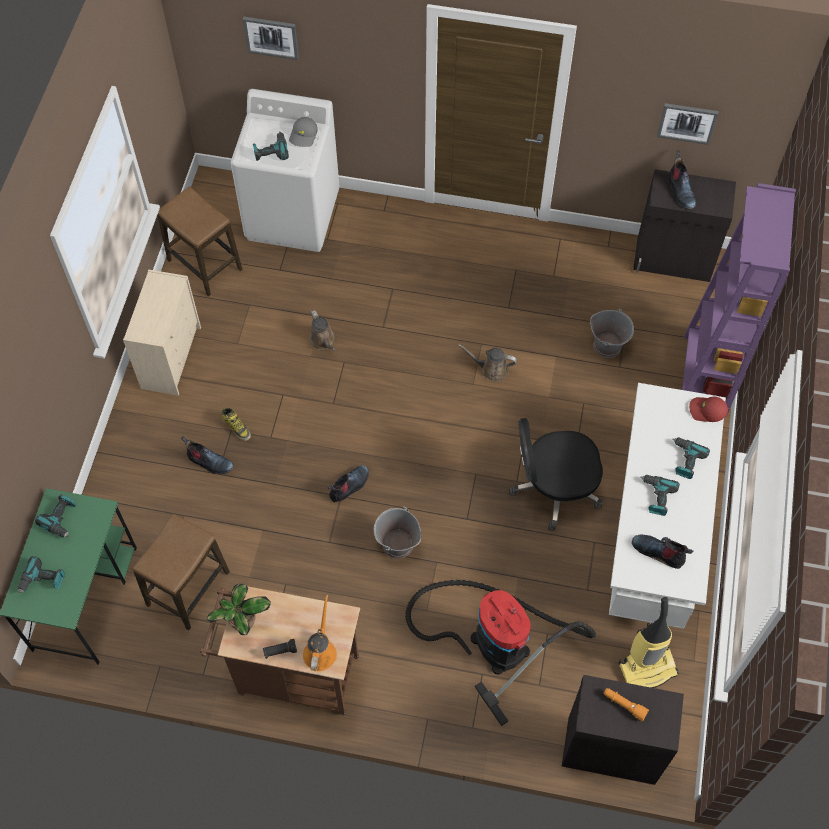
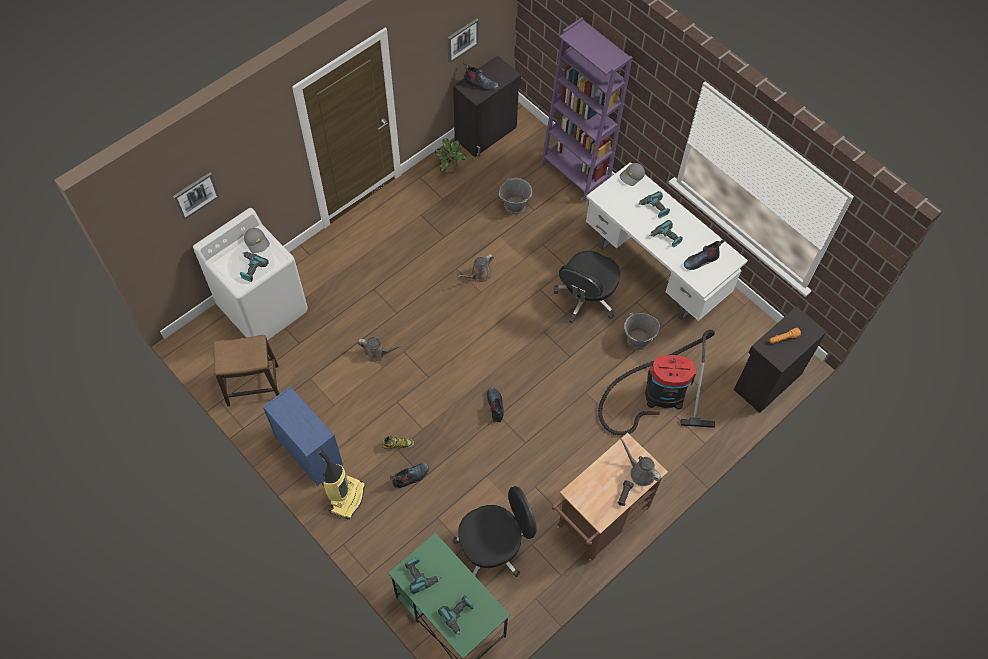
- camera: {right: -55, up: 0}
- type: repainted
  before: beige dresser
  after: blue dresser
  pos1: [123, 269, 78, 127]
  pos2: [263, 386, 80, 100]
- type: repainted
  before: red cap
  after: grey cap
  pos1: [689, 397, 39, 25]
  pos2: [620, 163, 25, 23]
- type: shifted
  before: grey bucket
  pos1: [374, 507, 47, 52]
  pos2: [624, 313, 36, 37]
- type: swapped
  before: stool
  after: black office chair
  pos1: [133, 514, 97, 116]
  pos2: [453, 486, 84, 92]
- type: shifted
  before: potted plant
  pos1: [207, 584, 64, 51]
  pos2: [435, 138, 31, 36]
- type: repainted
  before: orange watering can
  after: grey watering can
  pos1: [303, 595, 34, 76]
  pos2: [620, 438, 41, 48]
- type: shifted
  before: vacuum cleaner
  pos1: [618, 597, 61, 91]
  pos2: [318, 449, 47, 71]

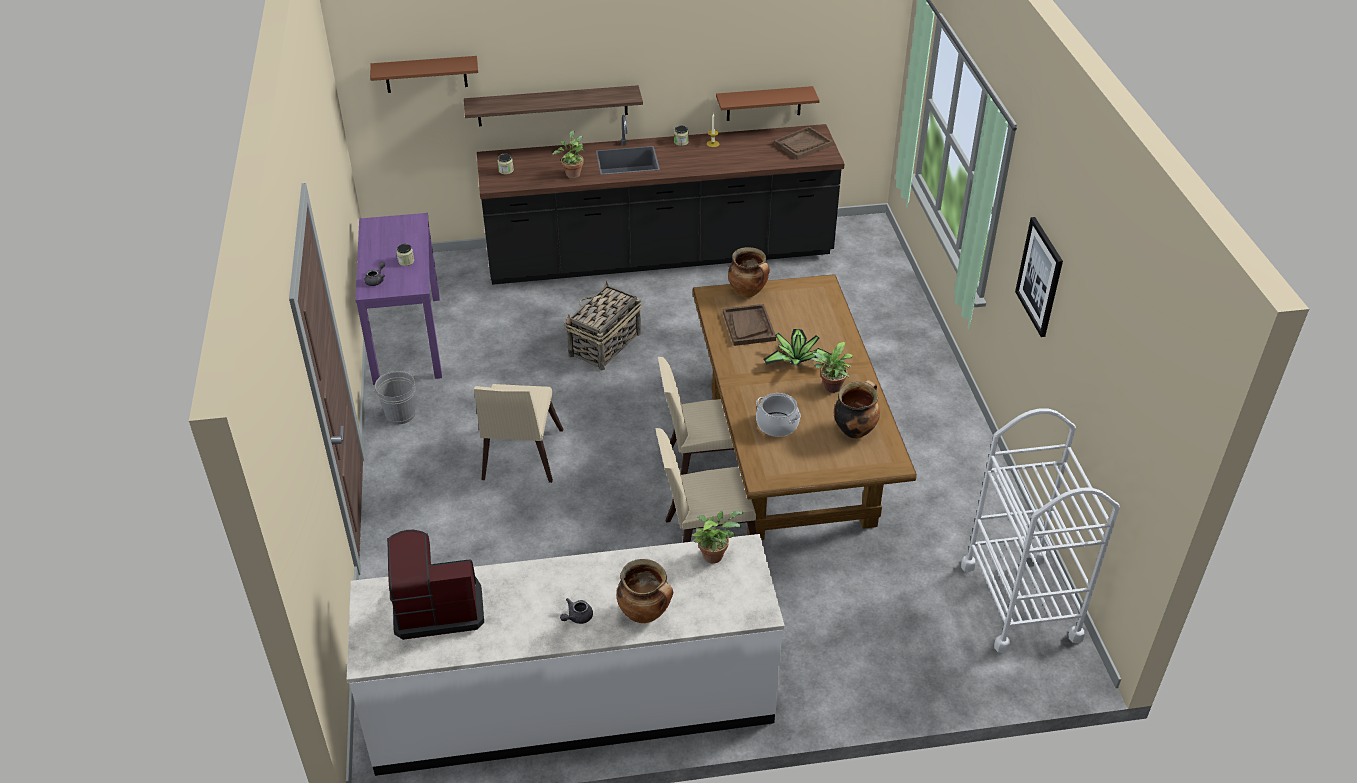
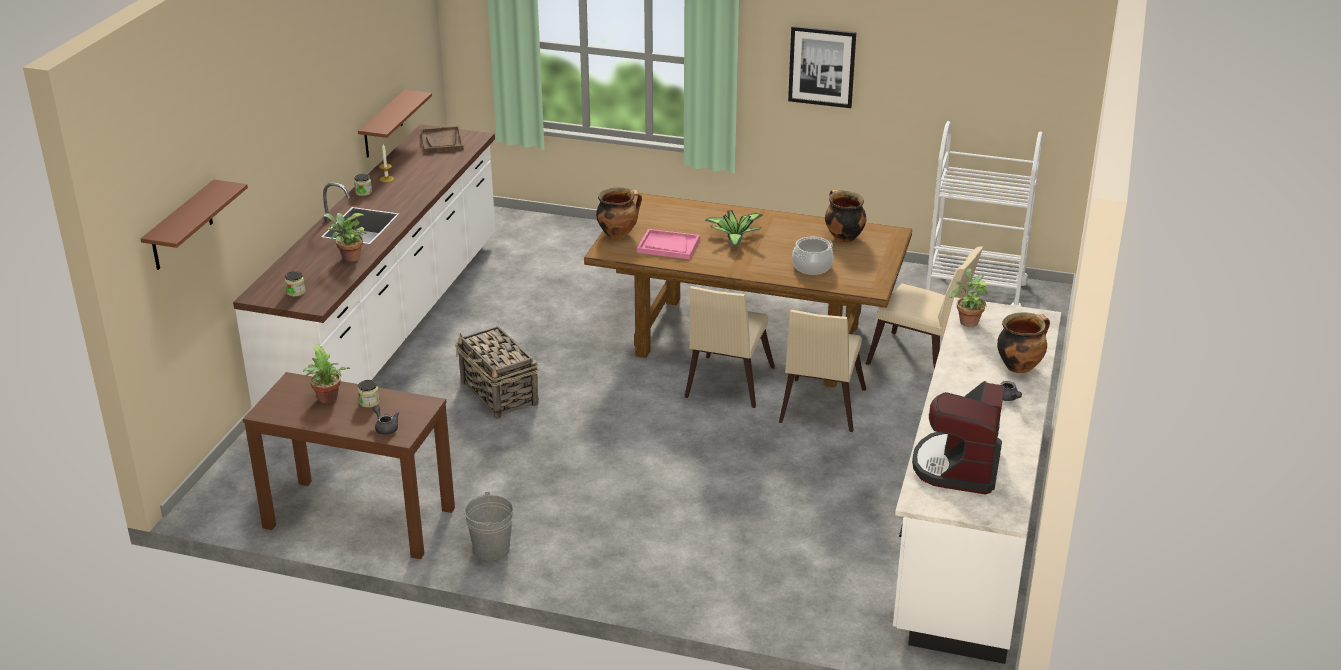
- camera: {right: -65, up: -10}
- type: gone
  before: shelf
  pos1: [464, 85, 179, 41]
- type: repainted
  before: black counter
  after: white counter
  pos1: [477, 115, 367, 170]
  pos2: [233, 124, 262, 284]
- type: repainted
  before: purple console table
  after: brown console table
  pos1: [355, 213, 87, 172]
  pos2: [243, 372, 212, 187]
- type: repainted
  before: brown tray
  after: pink tray
  pos1: [723, 304, 53, 42]
  pos2: [637, 229, 63, 30]
- type: shifted
  before: potted plant
  pos1: [810, 342, 43, 51]
  pos2: [303, 344, 47, 59]
- type: shifted
  before: beige chair
  pos1: [474, 384, 89, 99]
  pos2: [866, 246, 117, 123]

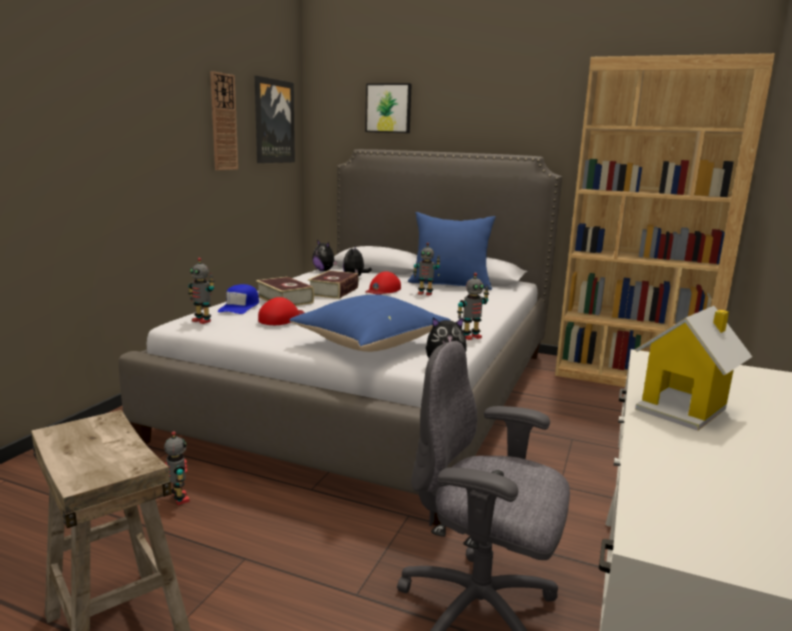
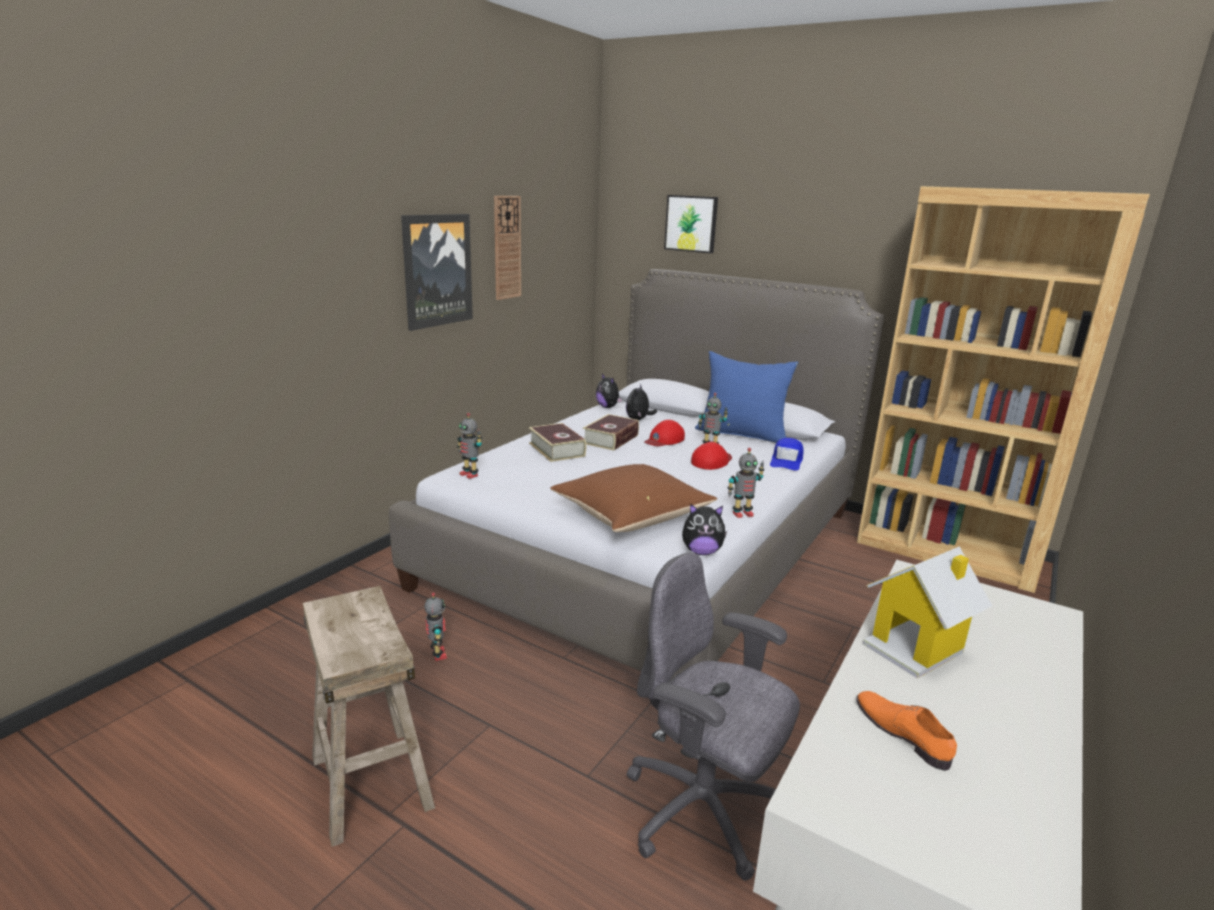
- camera: {right: 10, up: 5}
- type: shifted
  before: picture
  pos1: [255, 76, 40, 87]
  pos2: [401, 214, 72, 117]
- type: shifted
  before: blue cap
  pos1: [218, 284, 41, 30]
  pos2: [770, 438, 34, 33]
- type: repainted
  before: blue pillow
  after: brown pillow
  pos1: [289, 294, 162, 58]
  pos2: [550, 464, 167, 68]
- type: shifted
  before: red cap
  pos1: [258, 297, 47, 28]
  pos2: [691, 442, 41, 28]
- type: new
  after: orange shoe
  pos2: [856, 691, 101, 80]

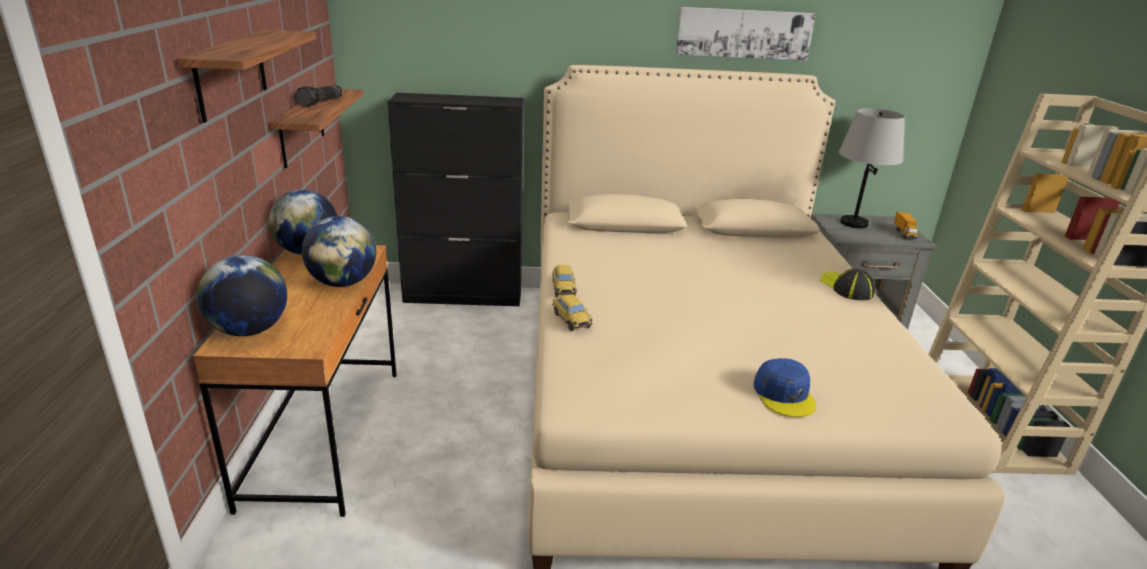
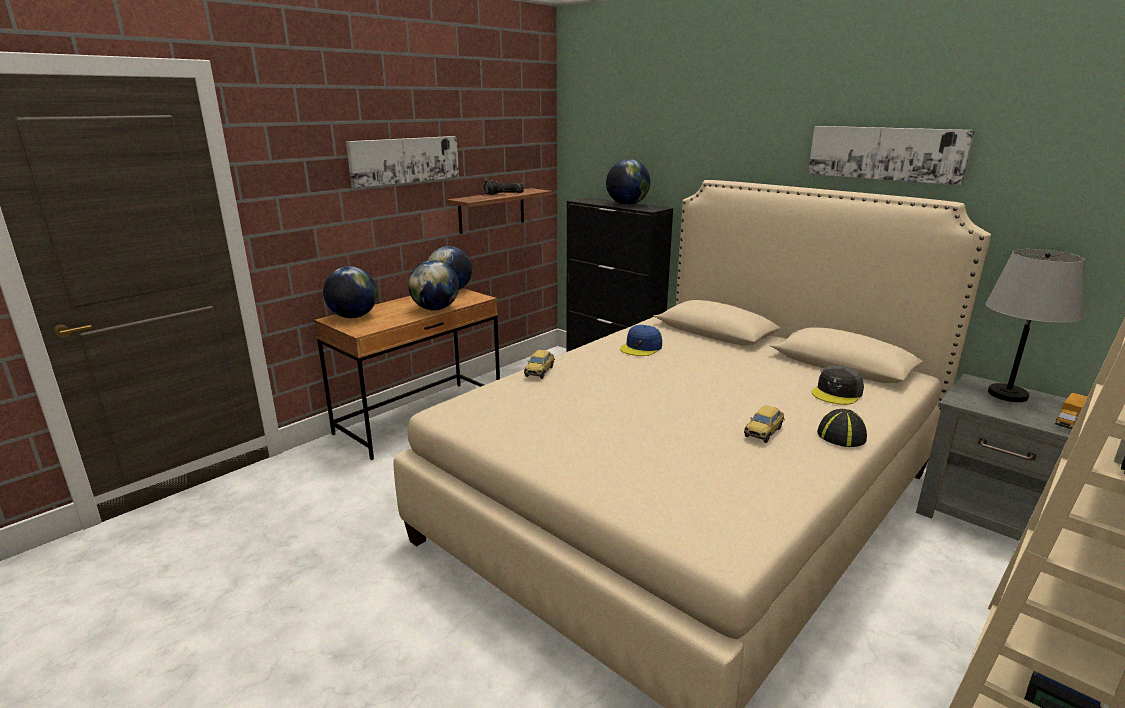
- camera: {right: 45, up: -5}
- type: swapped
  before: shelf
  after: picture
  pos1: [177, 29, 139, 94]
  pos2: [346, 136, 113, 52]
- type: shifted
  before: toy car
  pos1: [552, 265, 25, 32]
  pos2: [744, 405, 41, 38]
- type: shifted
  before: blue cap
  pos1: [754, 358, 63, 59]
  pos2: [620, 325, 42, 31]
- type: new
  after: globe
  pos2: [606, 159, 44, 46]
- type: new
  after: grey cap
  pos2: [812, 365, 52, 40]

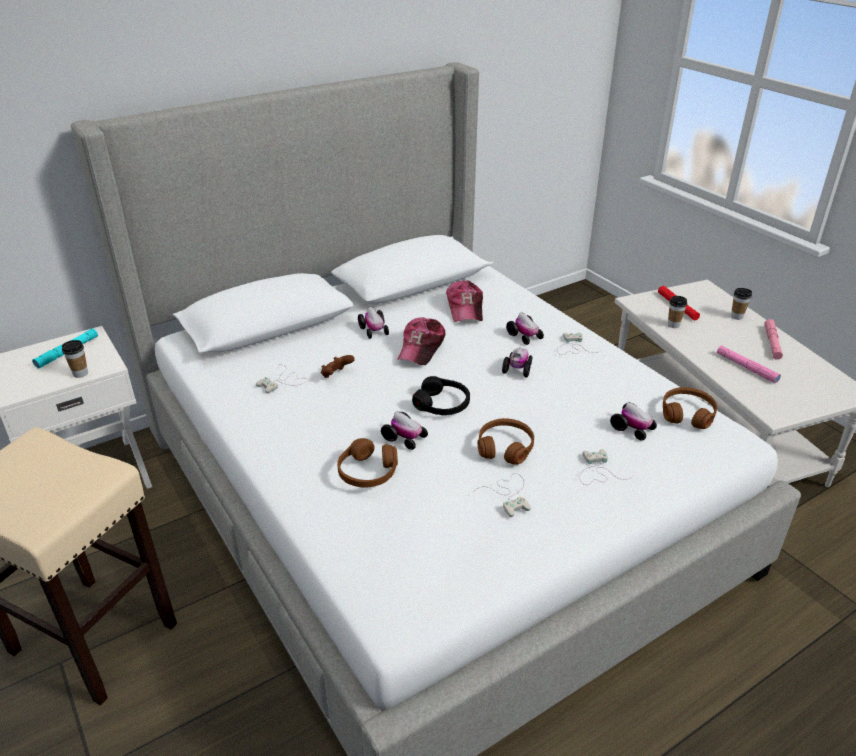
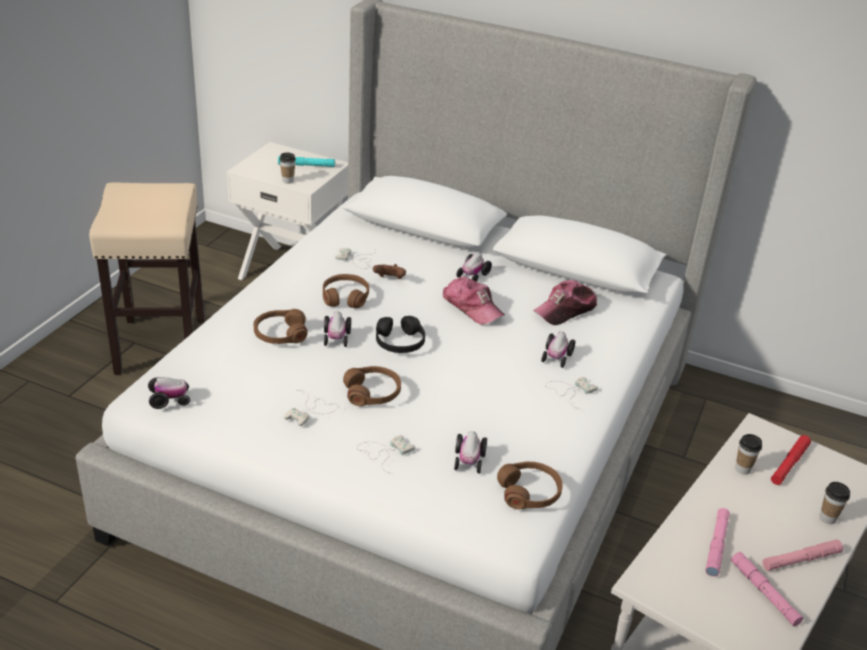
- camera: {right: 55, up: 0}
- type: rotated
  before: cap
  pos1: [397, 317, 48, 48]
  pos2: [443, 277, 62, 48]
  turn: -120
- type: shifted
  before: toy car
  pos1: [502, 348, 30, 29]
  pos2: [148, 377, 42, 32]
- type: new
  after: brown headphones
  pos2: [323, 274, 46, 34]
- type: new
  after: pink flashlight
  pos2: [731, 552, 72, 75]

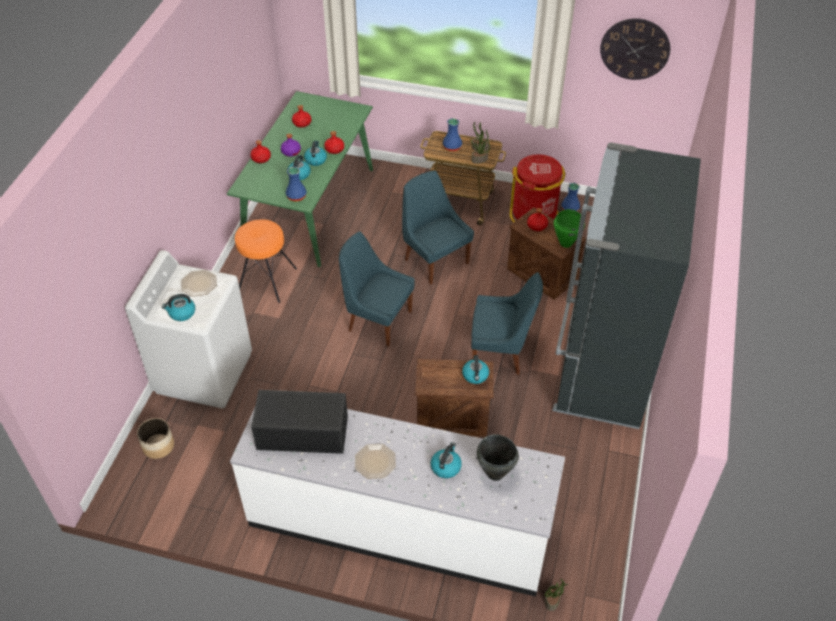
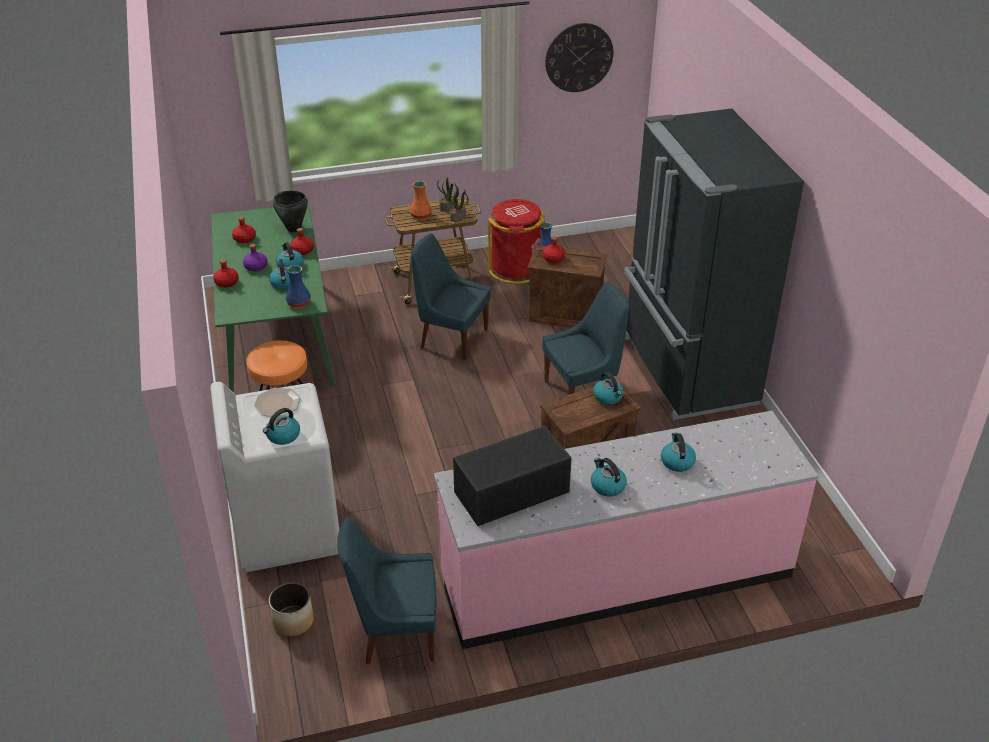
- camera: {right: -30, up: -10}
- type: repainted
  before: blue vase
  after: orange vase
  pos1: [443, 118, 19, 34]
  pos2: [410, 181, 22, 39]
- type: gone
  before: green cooking pot
  pos1: [554, 209, 31, 39]
- type: shifted
  before: blue chair
  pos1: [339, 231, 76, 116]
  pos2: [337, 517, 99, 147]
- type: repainted
  before: white counter
  after: pink counter
  pos1: [230, 408, 335, 189]
  pos2: [434, 411, 385, 238]
- type: shifted
  before: black cooking pot
  pos1: [477, 434, 42, 47]
  pos2: [273, 191, 35, 41]
- type: swapped
  before: plate
  after: kettle
  pos1: [355, 444, 41, 35]
  pos2: [591, 458, 36, 38]
- type: gone
  before: potted plant
  pos1: [545, 579, 23, 32]

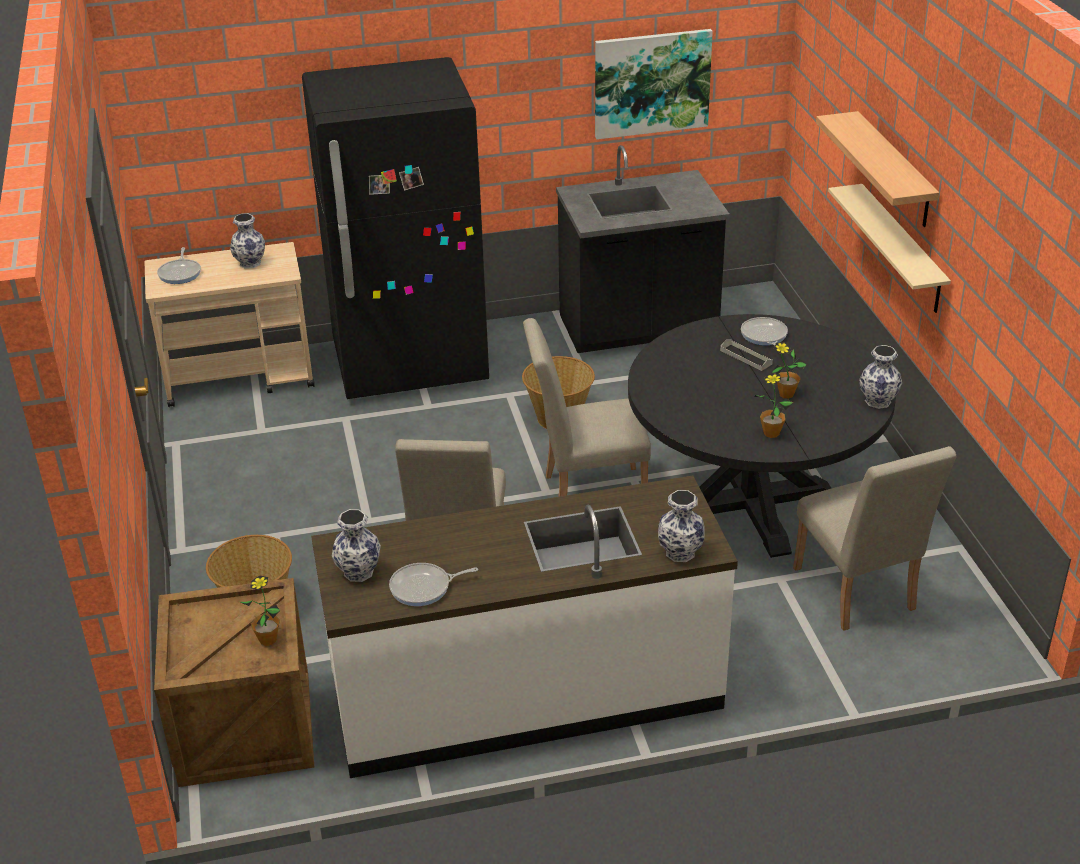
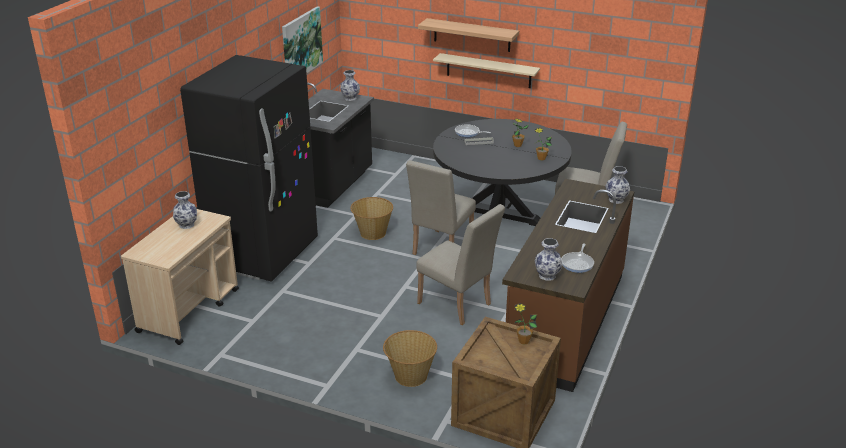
- camera: {right: -55, up: -5}
- type: gone
  before: frying pan
  pos1: [157, 247, 44, 37]
- type: shifted
  before: vase
  pos1: [859, 345, 43, 64]
  pos2: [340, 70, 20, 31]
- type: repainted
  before: white counter
  after: brown counter
  pos1: [311, 476, 427, 302]
  pos2: [502, 179, 132, 213]

